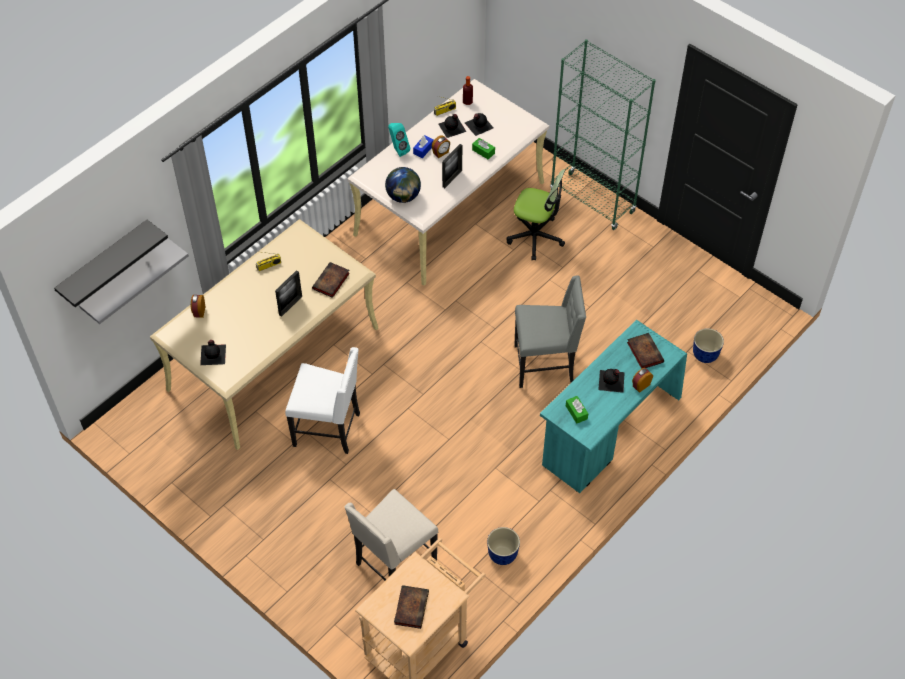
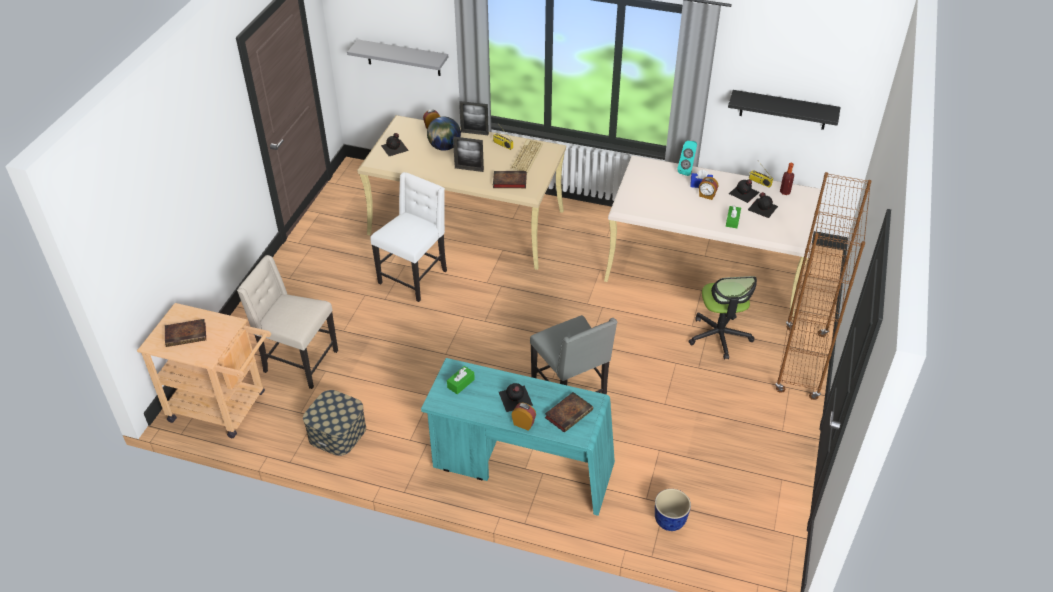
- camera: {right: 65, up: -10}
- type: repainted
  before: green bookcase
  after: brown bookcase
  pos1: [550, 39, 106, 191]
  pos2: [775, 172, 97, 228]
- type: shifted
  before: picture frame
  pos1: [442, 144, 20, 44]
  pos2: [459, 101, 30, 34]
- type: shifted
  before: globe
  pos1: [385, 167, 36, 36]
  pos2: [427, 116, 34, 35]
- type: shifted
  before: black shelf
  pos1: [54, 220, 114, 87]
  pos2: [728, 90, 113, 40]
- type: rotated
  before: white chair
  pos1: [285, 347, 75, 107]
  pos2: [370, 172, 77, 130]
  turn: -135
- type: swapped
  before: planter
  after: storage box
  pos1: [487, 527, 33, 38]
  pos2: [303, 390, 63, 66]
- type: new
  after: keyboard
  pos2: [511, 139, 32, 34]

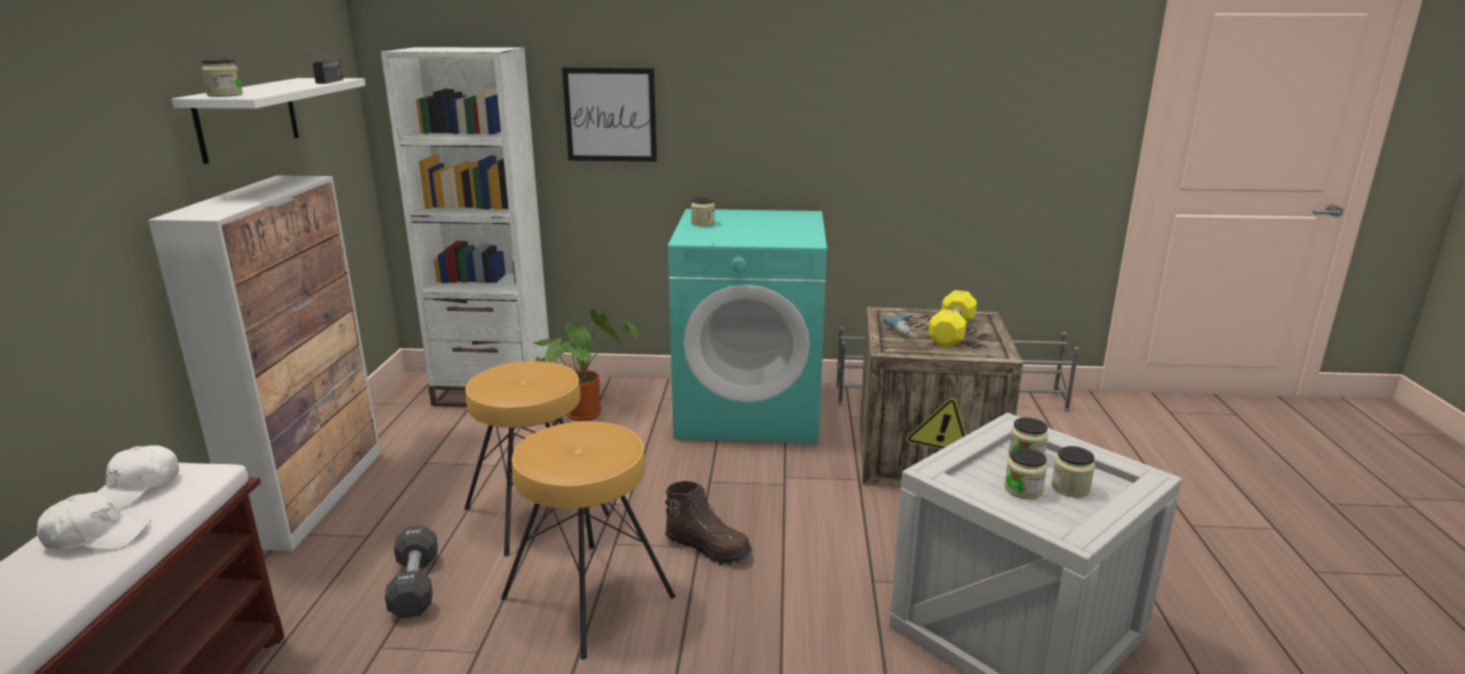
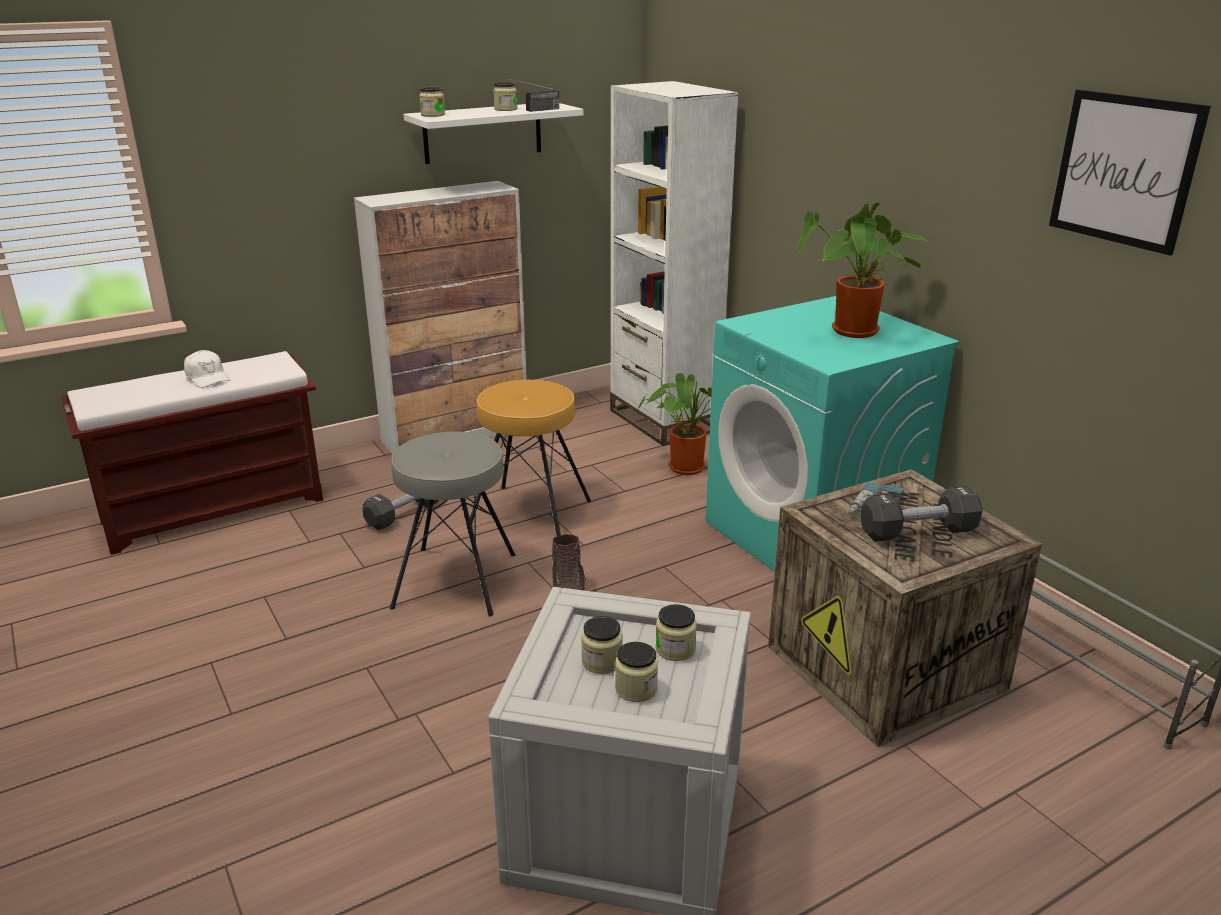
- camera: {right: 55, up: 5}
- type: shifted
  before: picture
  pos1: [562, 68, 95, 94]
  pos2: [1049, 89, 162, 166]
- type: shifted
  before: jar
  pos1: [691, 196, 24, 30]
  pos2: [493, 82, 24, 29]
- type: repainted
  before: yellow dumbbell
  after: black dumbbell
  pos1: [928, 290, 49, 57]
  pos2: [860, 486, 123, 56]
- type: repainted
  before: brown stool
  after: grey stool
  pos1: [501, 421, 174, 239]
  pos2: [390, 432, 126, 184]
- type: gone
  before: white cap
  pos1: [97, 446, 82, 64]
- type: new
  after: potted plant
  pos2: [797, 203, 132, 135]

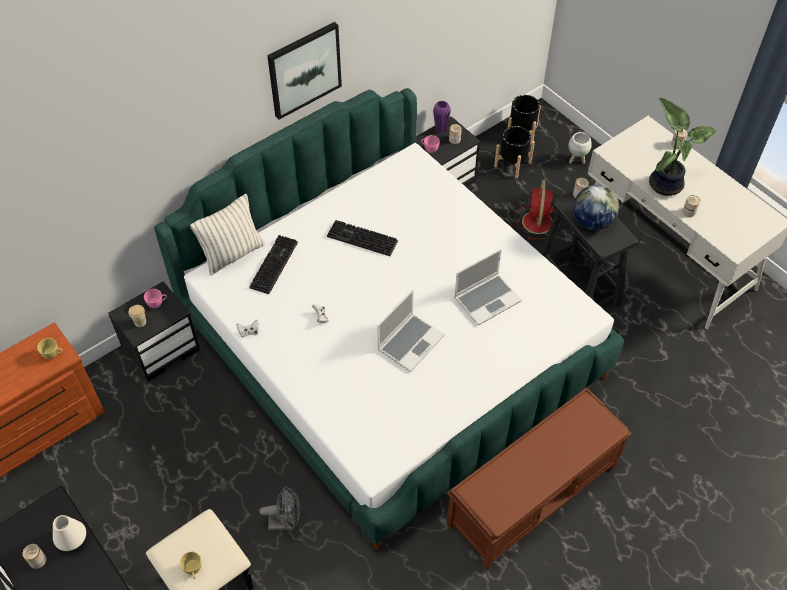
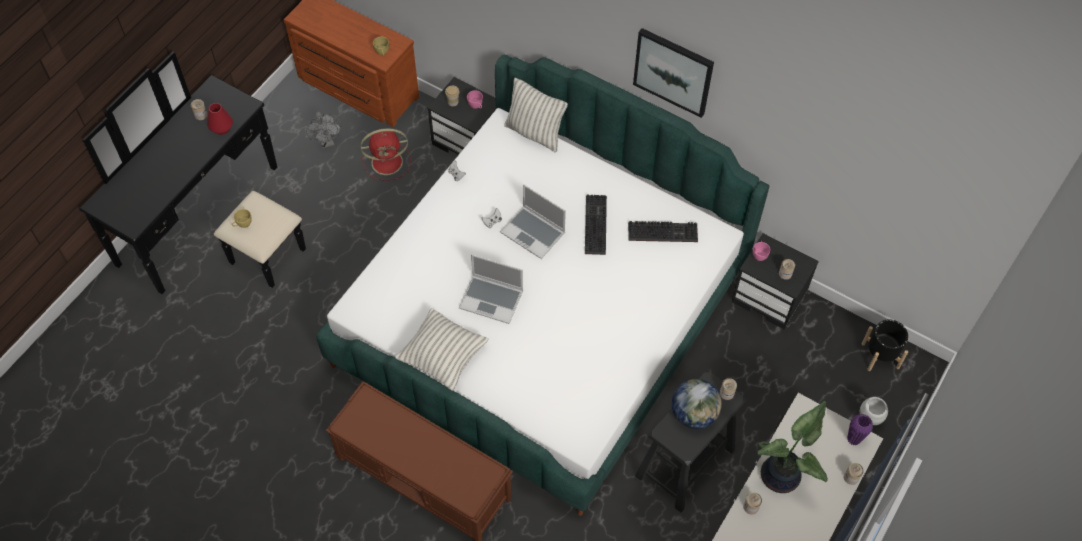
- camera: {right: 70, up: 5}
- type: shifted
  before: purple vase
  pos1: [433, 101, 18, 33]
  pos2: [847, 414, 26, 31]
- type: gone
  before: black planter
  pos1: [494, 126, 41, 52]
- type: shifted
  before: red fan
  pos1: [515, 180, 42, 60]
  pos2: [361, 128, 50, 53]
- type: shifted
  before: keyboard
  pos1: [250, 235, 48, 59]
  pos2: [628, 221, 70, 21]
- type: shifted
  before: laptop
  pos1: [454, 249, 68, 77]
  pos2: [500, 184, 66, 75]
- type: shifted
  before: grey fan
  pos1: [259, 486, 41, 46]
  pos2: [306, 112, 36, 36]
- type: repainted
  before: white vase
  after: red vase
  pos1: [53, 515, 33, 36]
  pos2: [207, 103, 26, 32]
- type: new
  after: pillow
  pos2: [395, 308, 93, 83]

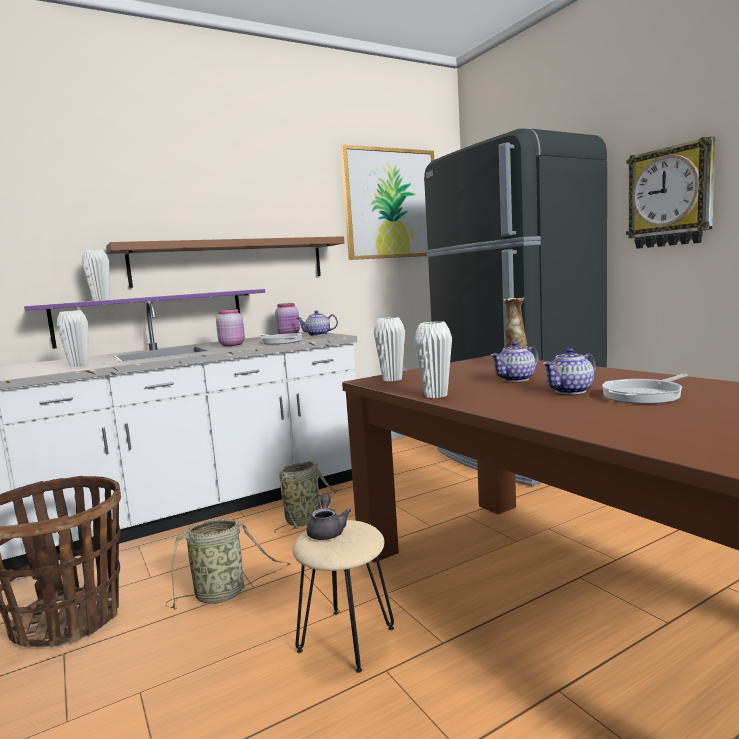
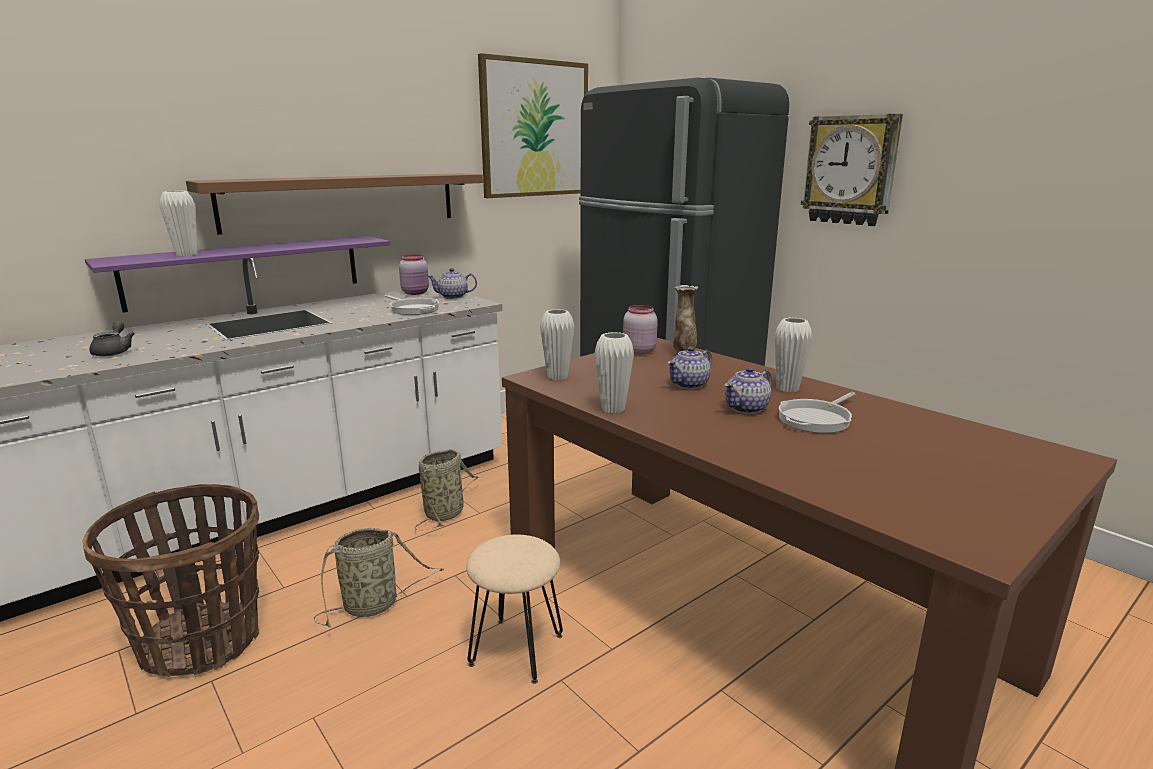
- camera: {right: -10, up: 10}
- type: shifted
  before: pink jar
  pos1: [216, 309, 29, 37]
  pos2: [623, 305, 35, 50]
- type: shifted
  before: white vase
  pos1: [57, 310, 31, 57]
  pos2: [775, 318, 37, 74]
- type: shifted
  before: grey teapot
  pos1: [306, 493, 45, 47]
  pos2: [89, 321, 46, 36]

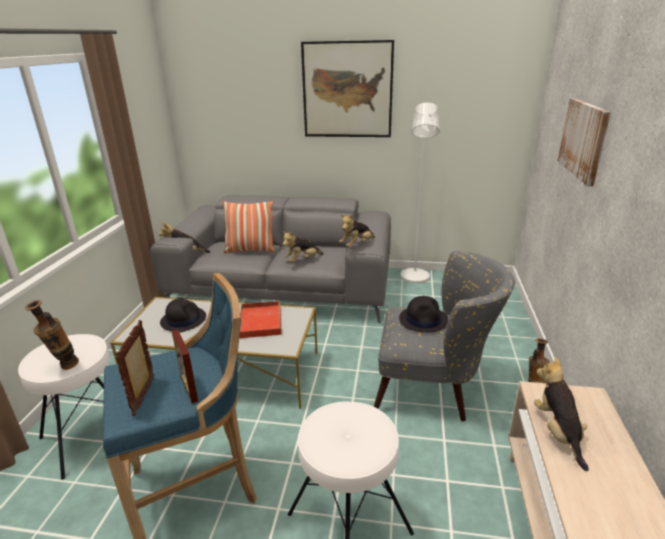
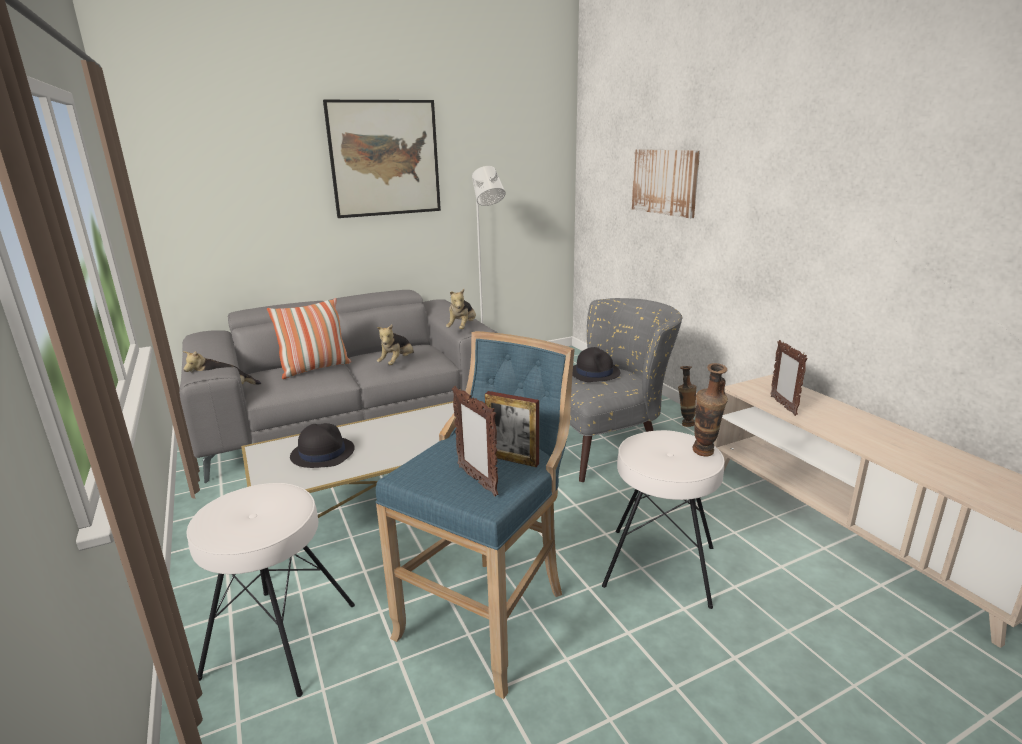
- camera: {right: -35, up: -5}
- type: shifted
  before: vase
  pos1: [25, 300, 54, 70]
  pos2: [693, 363, 35, 94]
- type: gone
  before: red tray
  pos1: [239, 301, 43, 37]
- type: swapped
  before: plush toy
  after: picture frame
  pos1: [534, 357, 55, 114]
  pos2: [770, 340, 38, 76]

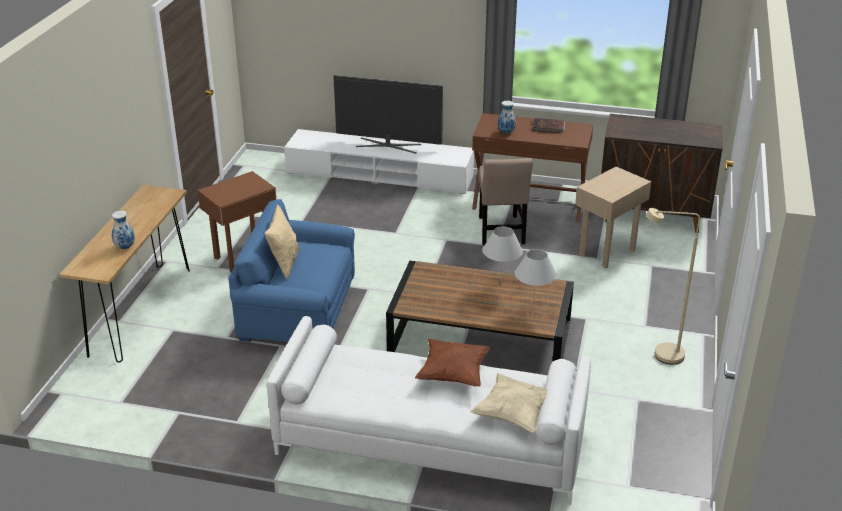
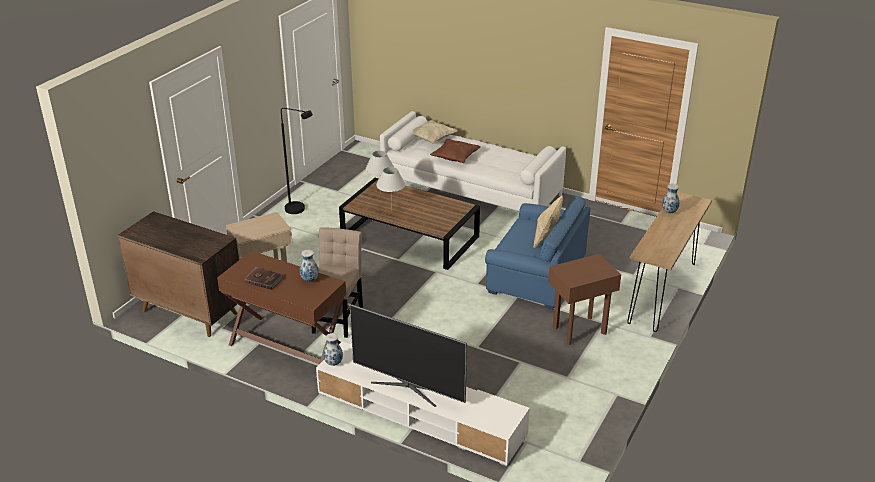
- camera: {right: -165, up: 0}
- type: repainted
  before: beige floor lamp
  after: black floor lamp
  pos1: [646, 208, 54, 157]
  pos2: [281, 108, 32, 106]
- type: new
  after: vase
  pos2: [324, 333, 19, 33]

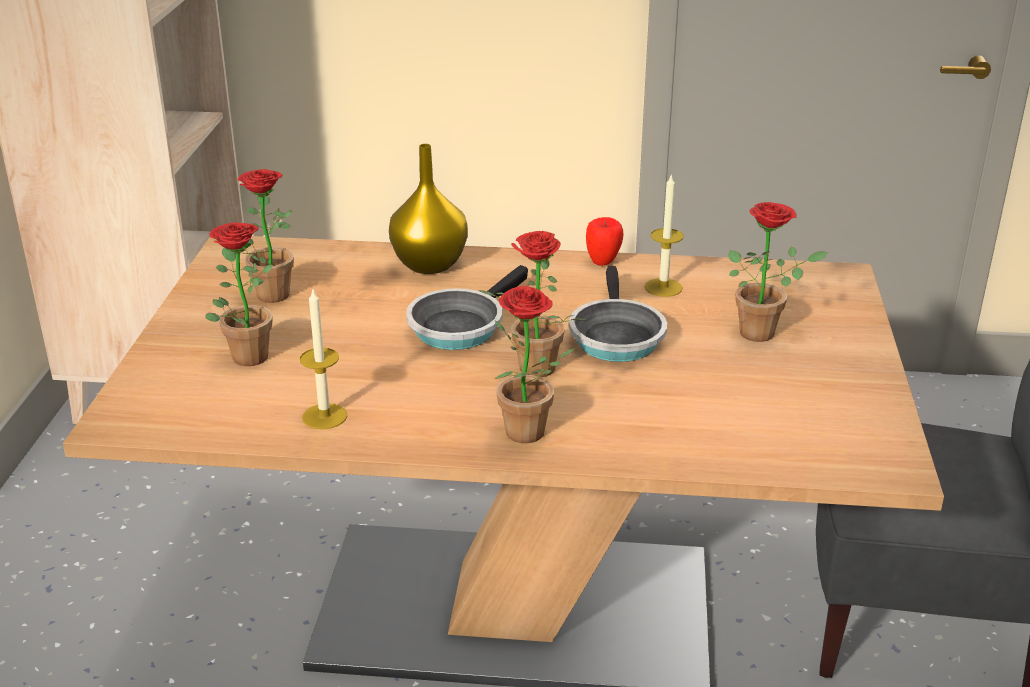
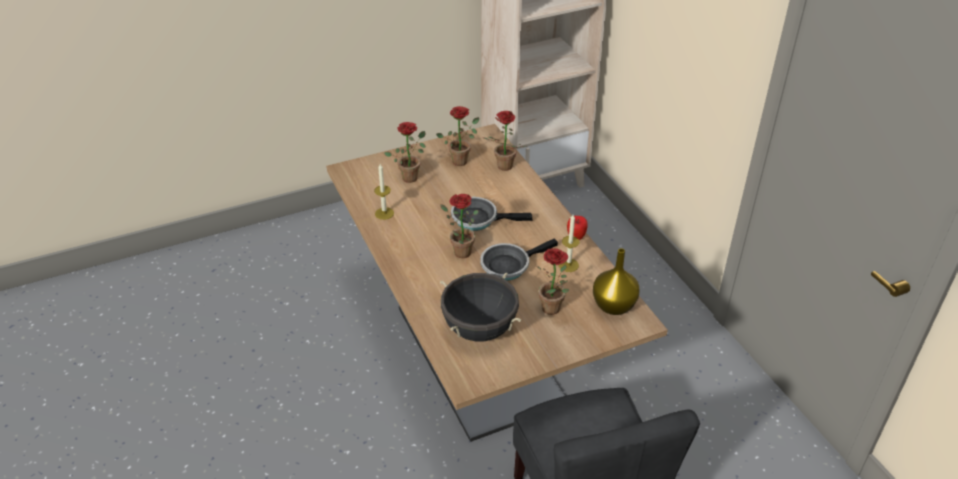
- camera: {right: 60, up: 10}
- type: shifted
  before: yellow vase
  pos1: [389, 144, 79, 130]
  pos2: [593, 248, 47, 67]
- type: shifted
  before: potted plant
  pos1: [495, 286, 80, 157]
  pos2: [484, 111, 42, 60]
- type: new
  after: black cooking pot
  pos2: [440, 273, 81, 69]

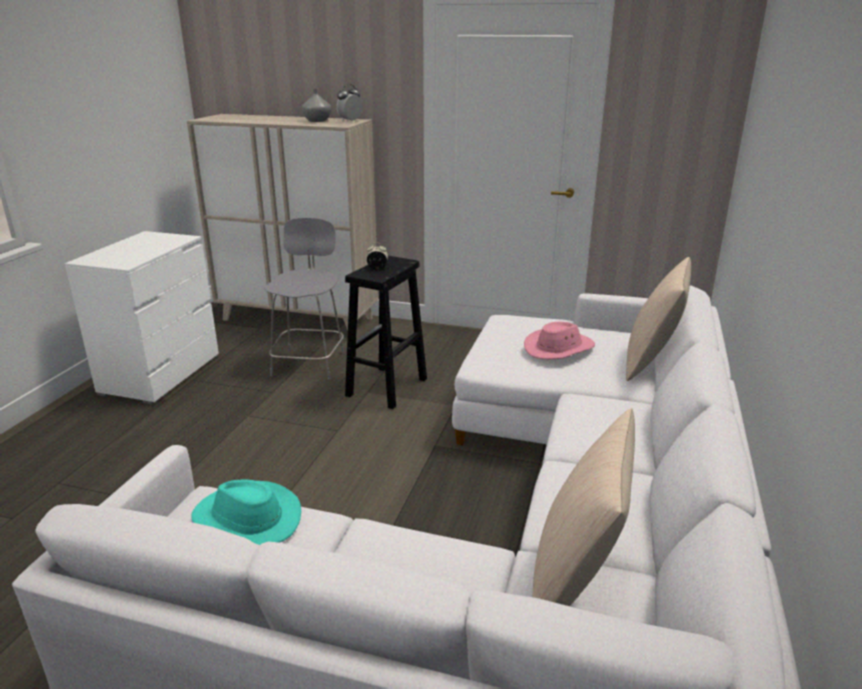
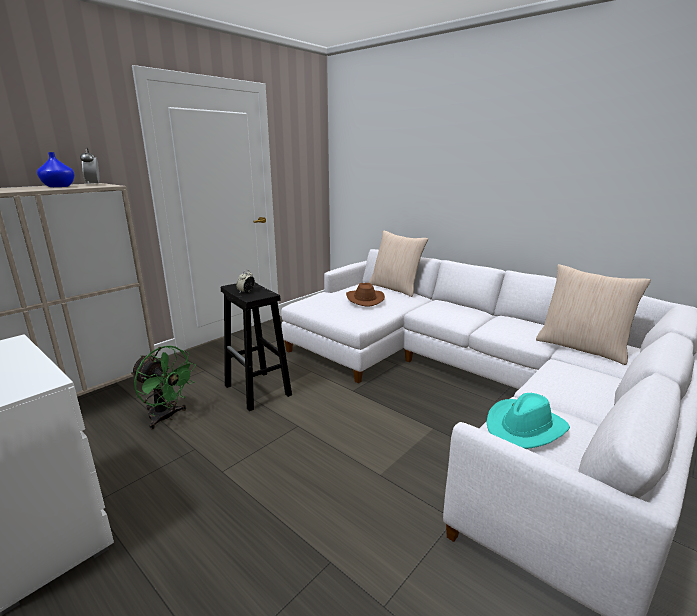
- camera: {right: -65, up: -5}
- type: repainted
  before: grey vase
  after: blue vase
  pos1: [302, 89, 29, 33]
  pos2: [37, 152, 38, 35]
- type: swapped
  before: grey stool
  after: green fan
  pos1: [264, 218, 80, 161]
  pos2: [131, 346, 65, 83]
- type: repainted
  before: pink hat
  after: brown hat
  pos1: [524, 322, 71, 37]
  pos2: [346, 283, 39, 24]

